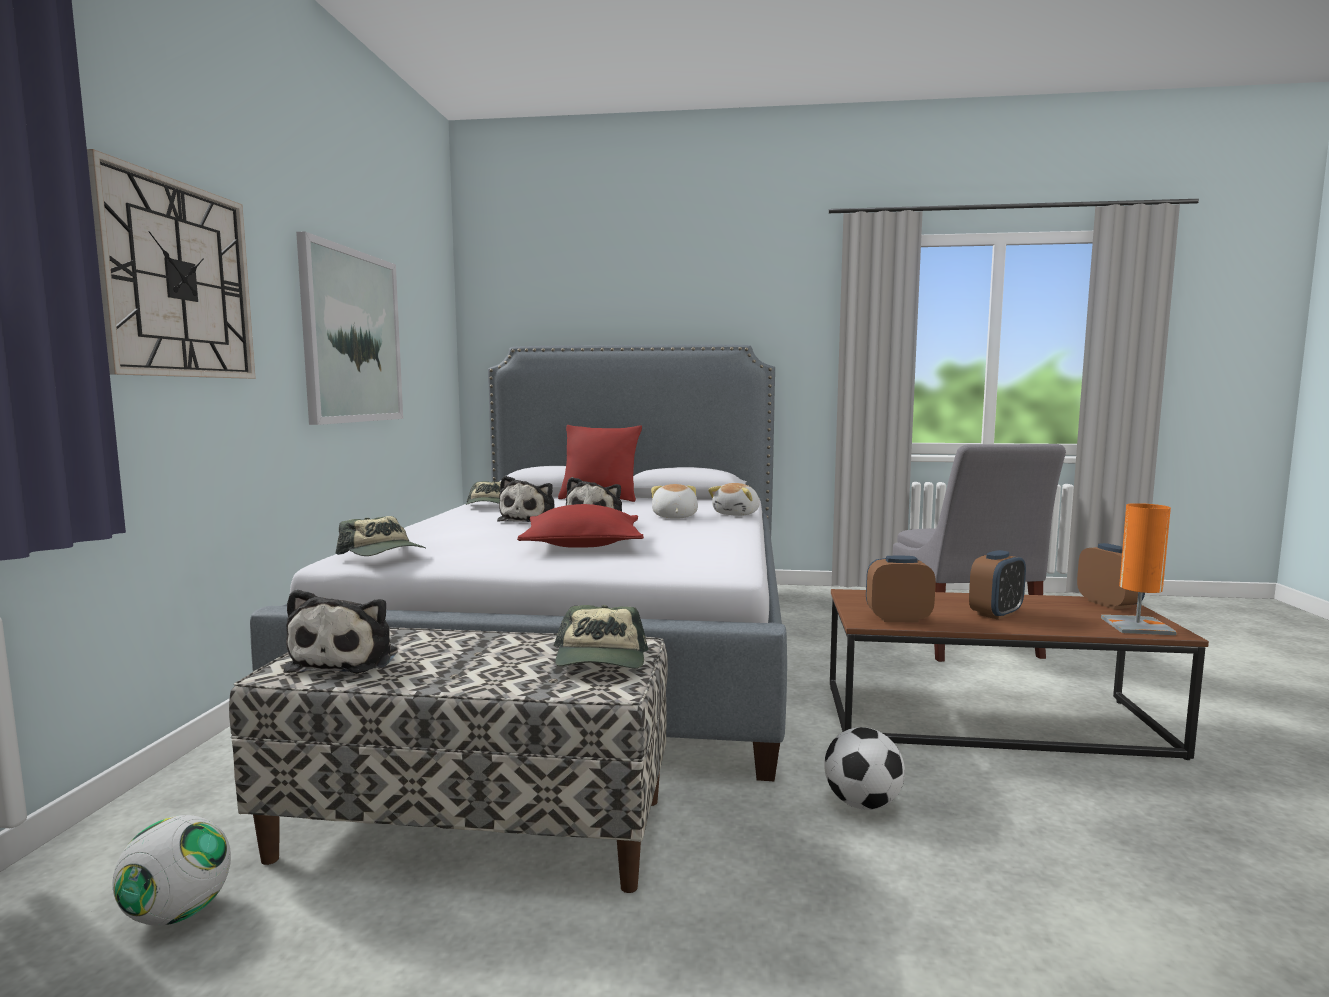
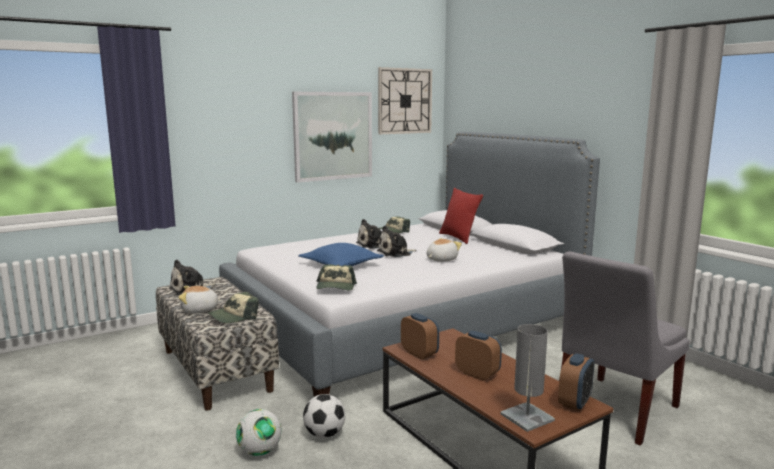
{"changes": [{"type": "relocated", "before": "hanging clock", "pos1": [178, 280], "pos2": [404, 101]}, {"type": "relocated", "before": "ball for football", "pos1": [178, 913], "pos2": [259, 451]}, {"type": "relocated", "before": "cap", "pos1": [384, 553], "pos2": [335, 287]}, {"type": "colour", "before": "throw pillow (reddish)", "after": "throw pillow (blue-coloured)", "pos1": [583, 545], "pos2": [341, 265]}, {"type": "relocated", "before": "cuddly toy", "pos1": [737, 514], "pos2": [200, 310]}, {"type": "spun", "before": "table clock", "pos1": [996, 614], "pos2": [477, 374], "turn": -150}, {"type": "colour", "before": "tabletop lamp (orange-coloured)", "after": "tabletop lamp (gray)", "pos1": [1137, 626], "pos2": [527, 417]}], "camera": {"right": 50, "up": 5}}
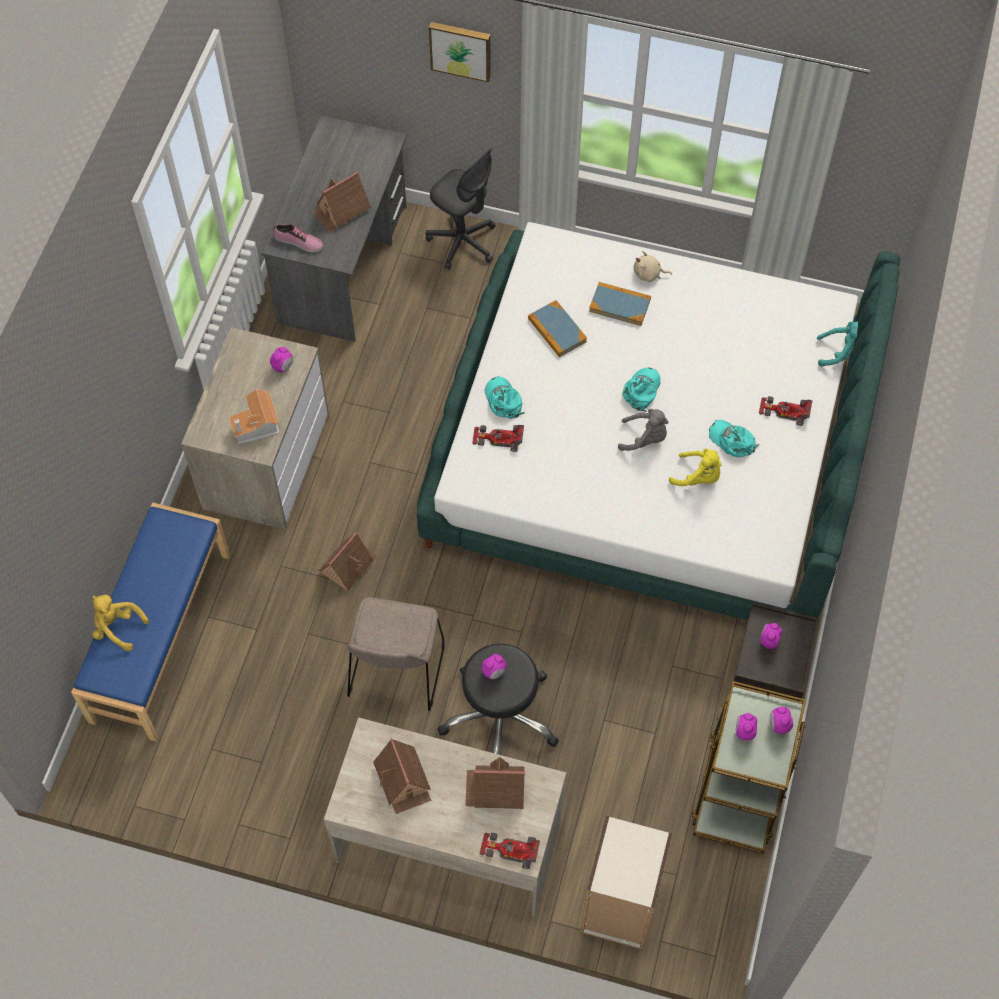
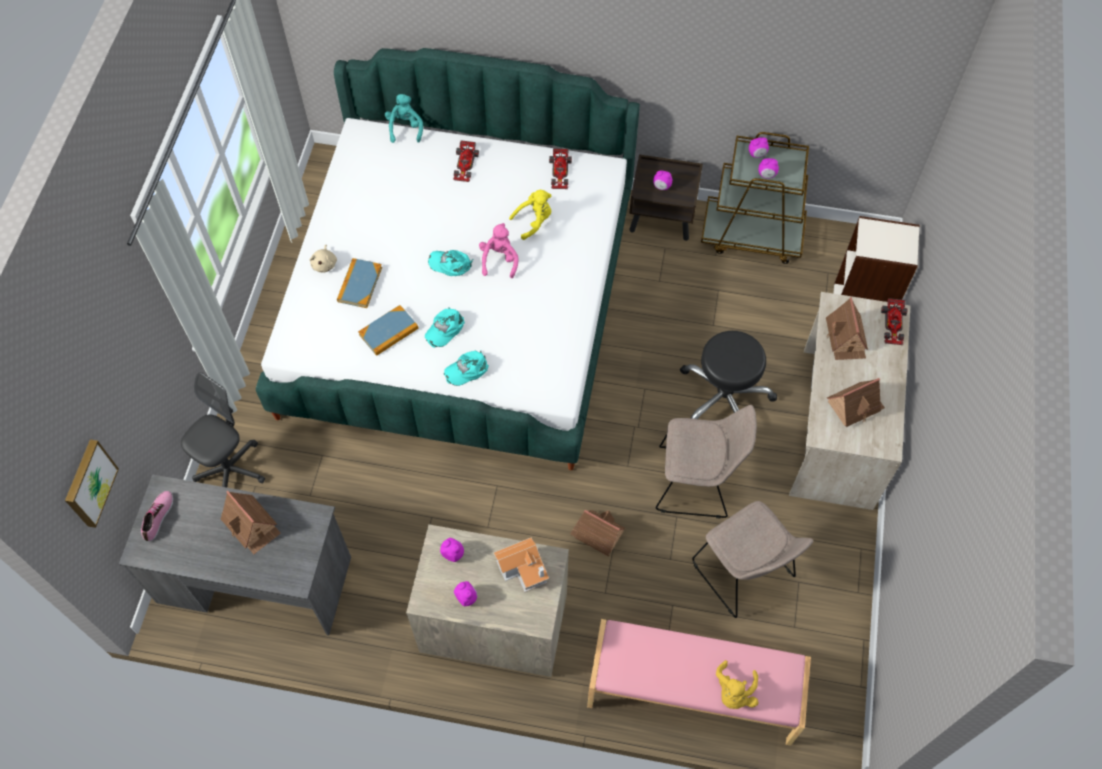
{"changes": [{"type": "colour", "before": "indoor bench (blue-coloured)", "after": "indoor bench (pink)", "pos1": [159, 636], "pos2": [692, 693]}, {"type": "relocated", "before": "item of footwear", "pos1": [298, 242], "pos2": [159, 517]}, {"type": "relocated", "before": "picture", "pos1": [461, 49], "pos2": [88, 483]}, {"type": "relocated", "before": "model car", "pos1": [498, 438], "pos2": [560, 172]}, {"type": "relocated", "before": "table clock", "pos1": [494, 672], "pos2": [466, 597]}, {"type": "colour", "before": "cuddly toy (gray)", "after": "cuddly toy (pink)", "pos1": [644, 438], "pos2": [499, 260]}, {"type": "spun", "before": "cuddly toy (yellow-coloured)", "pos1": [698, 477], "pos2": [534, 221], "turn": 45}, {"type": "relocated", "before": "cap (turquoise-coloured)", "pos1": [732, 440], "pos2": [445, 328]}, {"type": "appeared", "after": "chair (beige-coloured)", "pos2": [745, 573]}], "camera": {"right": -95, "up": 0}}
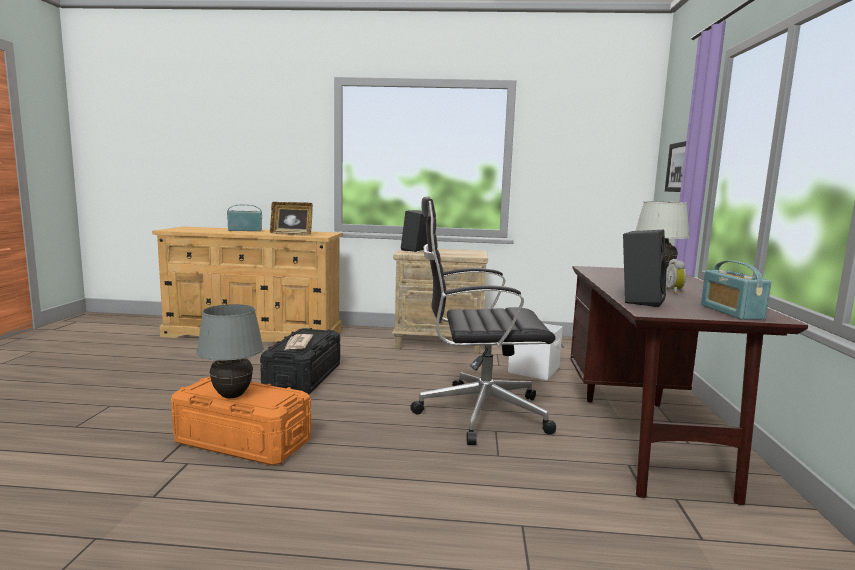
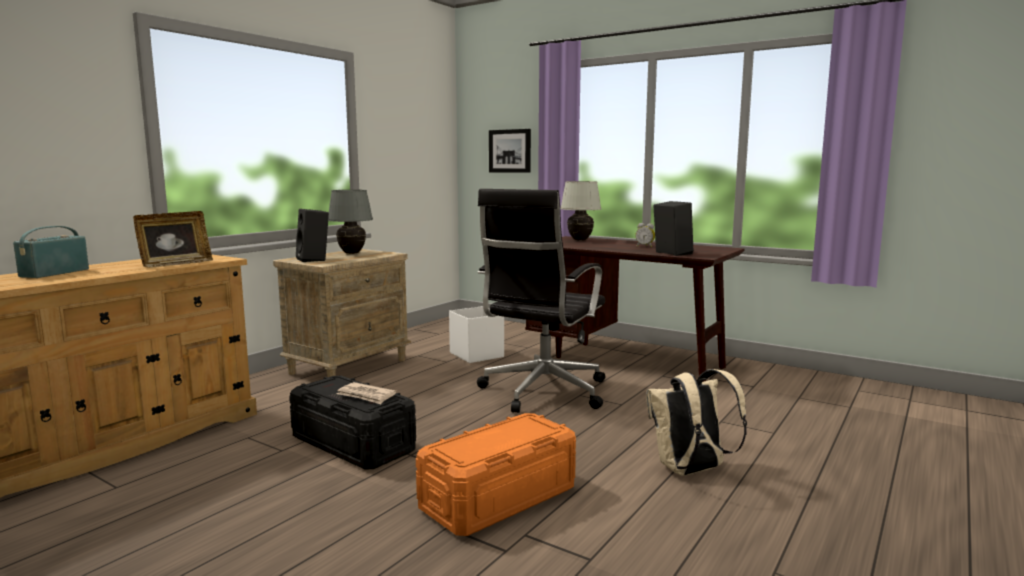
{"changes": [{"type": "relocated", "before": "tabletop lamp (gray)", "pos1": [232, 396], "pos2": [352, 253]}, {"type": "missing", "before": "radio receiver", "pos1": [731, 312]}, {"type": "appeared", "after": "rucksack (beige-coloured)", "pos2": [690, 471]}], "camera": {"right": -60, "up": 0}}
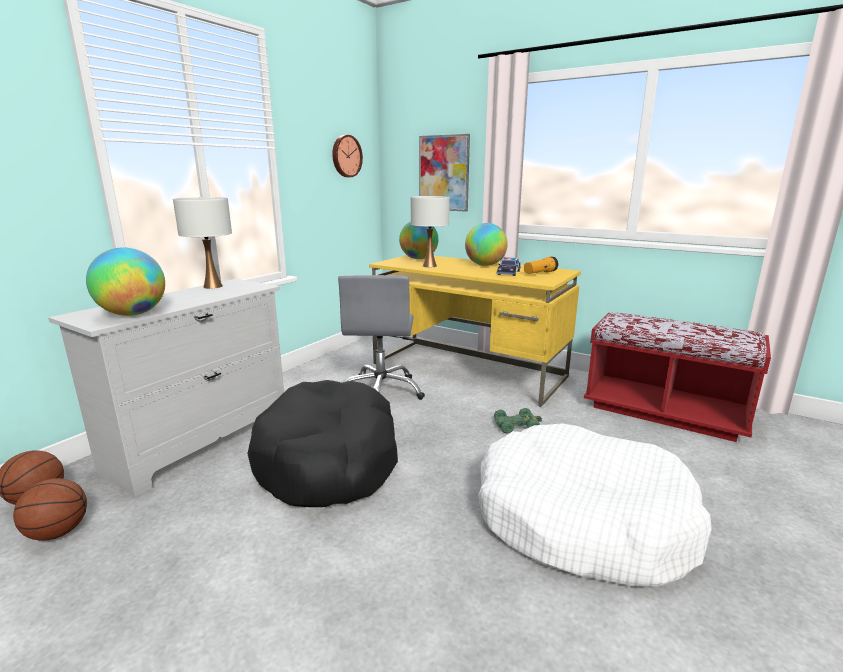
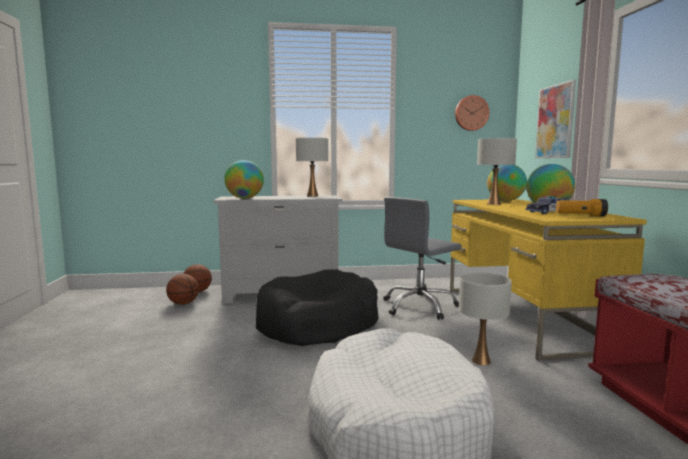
{"changes": [{"type": "exchanged", "before": "model car (green-coloured)", "after": "tabletop lamp (whitish)", "pos1": [516, 425], "pos2": [481, 361]}], "camera": {"right": 50, "up": -10}}
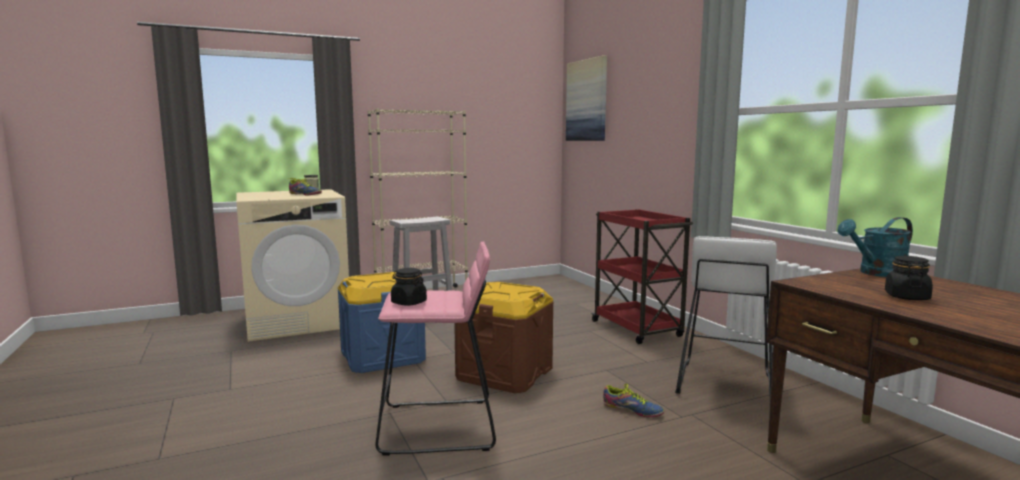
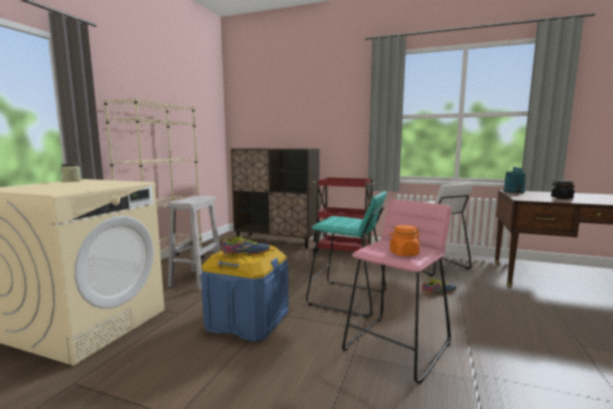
{"changes": [{"type": "relocated", "before": "item of footwear", "pos1": [305, 194], "pos2": [246, 252]}, {"type": "colour", "before": "jar (blackish)", "after": "jar (orange-coloured)", "pos1": [408, 302], "pos2": [403, 253]}, {"type": "exchanged", "before": "storage box (brown-coloured)", "after": "stool (turquoise-coloured)", "pos1": [504, 374], "pos2": [347, 298]}, {"type": "missing", "before": "picture", "pos1": [587, 100]}, {"type": "appeared", "after": "cabinet (brown-coloured)", "pos2": [277, 241]}], "camera": {"right": -45, "up": 0}}
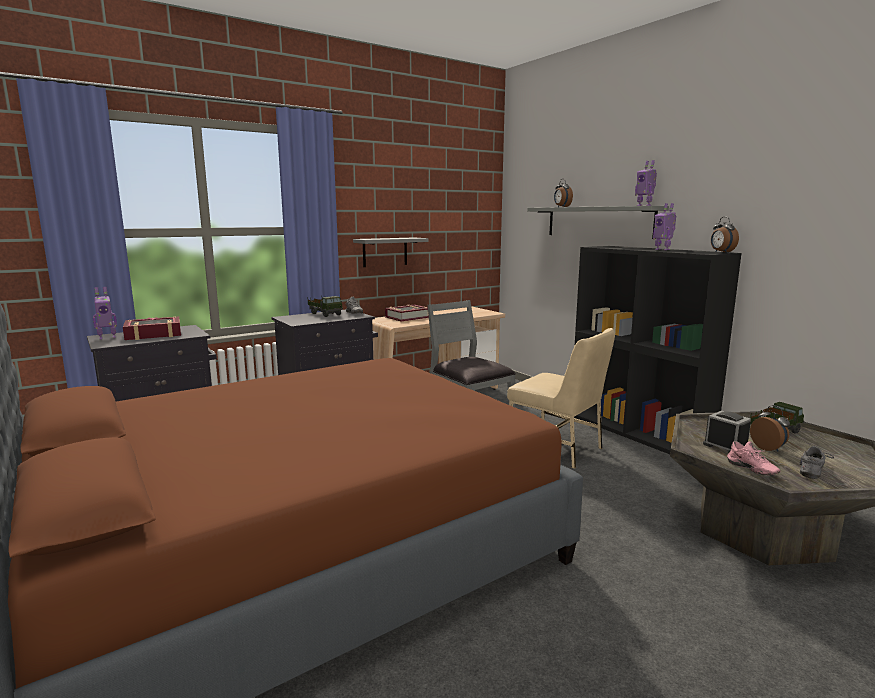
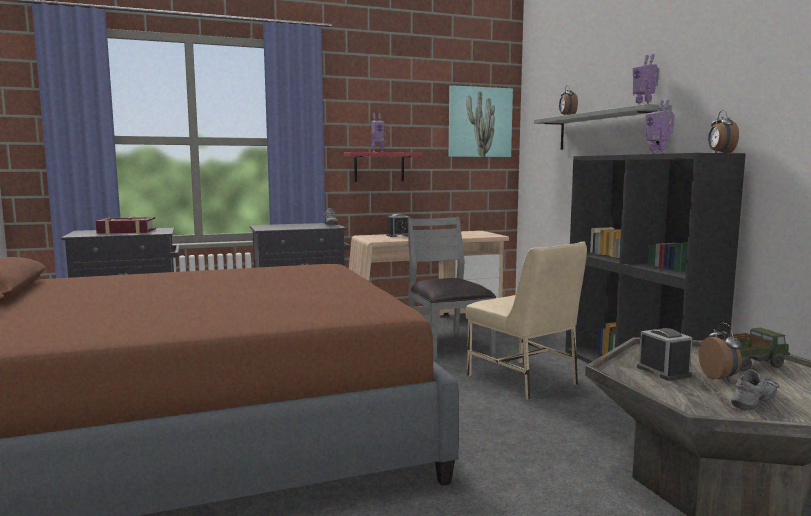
{"changes": [{"type": "relocated", "before": "robot figure", "pos1": [107, 337], "pos2": [377, 152]}, {"type": "missing", "before": "model truck", "pos1": [325, 314]}, {"type": "colour", "before": "wall shelf (gray)", "after": "wall shelf (reddish)", "pos1": [385, 252], "pos2": [379, 167]}, {"type": "exchanged", "before": "volume", "after": "table clock", "pos1": [407, 317], "pos2": [398, 235]}, {"type": "missing", "before": "item of footwear (pink)", "pos1": [750, 470]}, {"type": "appeared", "after": "picture", "pos2": [480, 122]}], "camera": {"right": 15, "up": -5}}
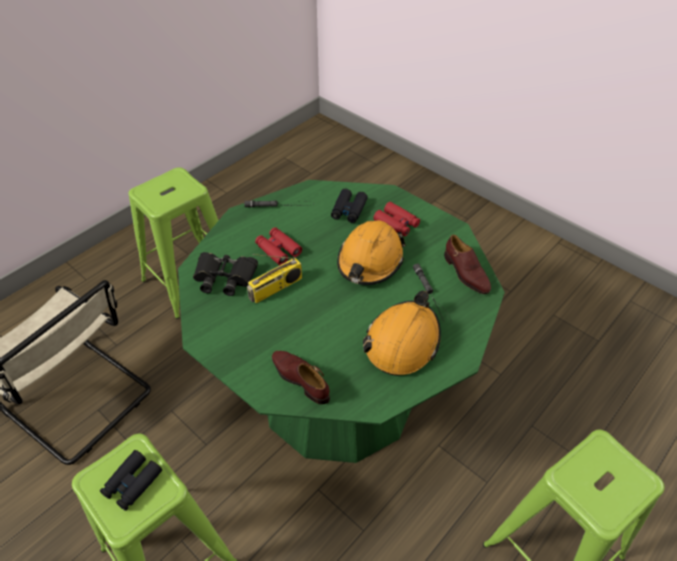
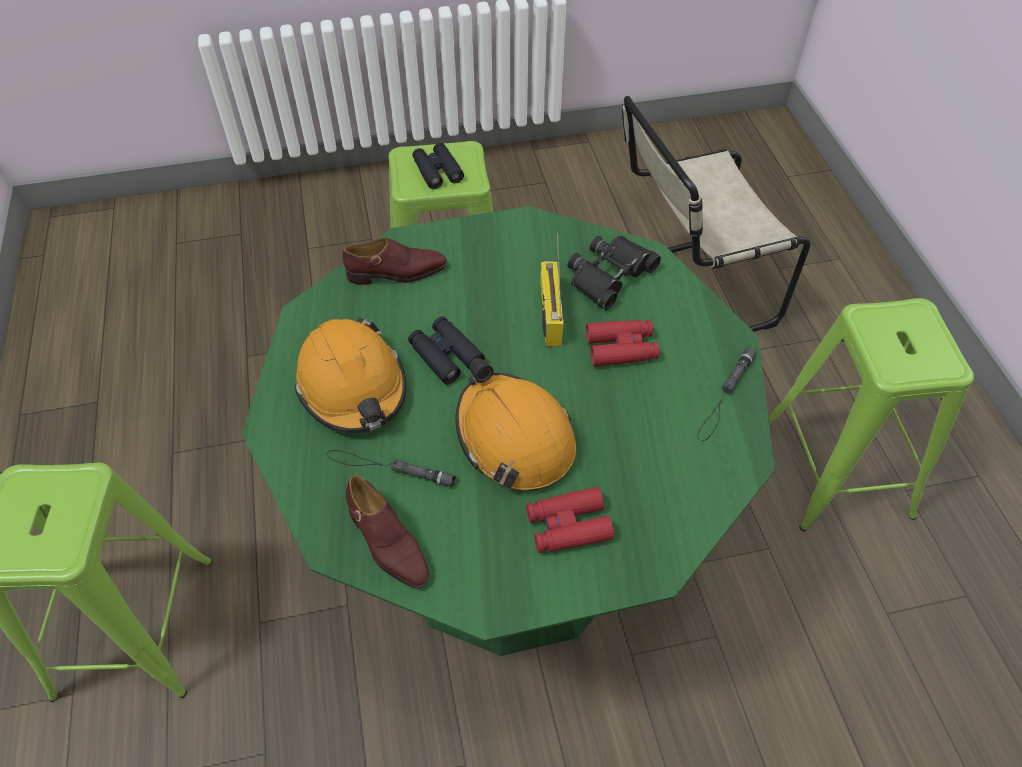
{"changes": [{"type": "relocated", "before": "binoculars (blackish)", "pos1": [348, 210], "pos2": [445, 355]}, {"type": "spun", "before": "item of footwear (brown-coloured)", "pos1": [465, 273], "pos2": [387, 543], "turn": -135}], "camera": {"right": 125, "up": 5}}
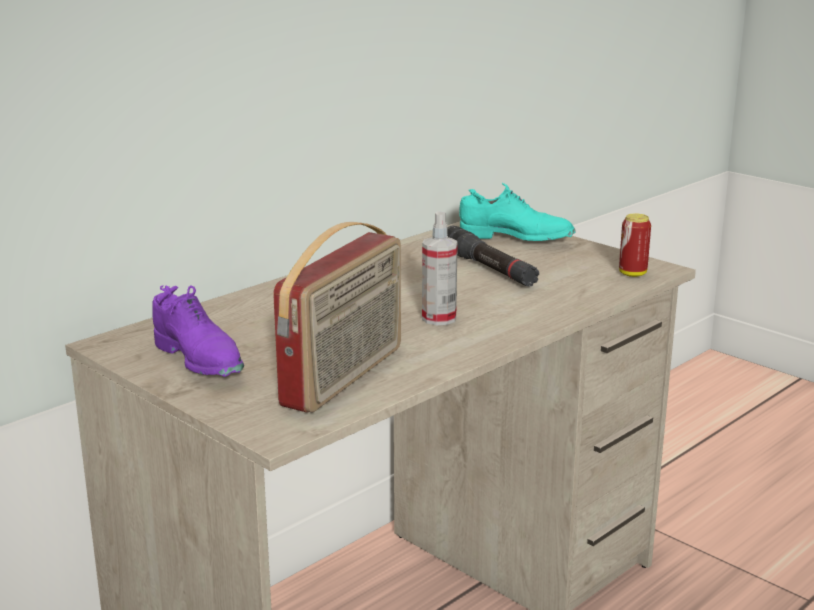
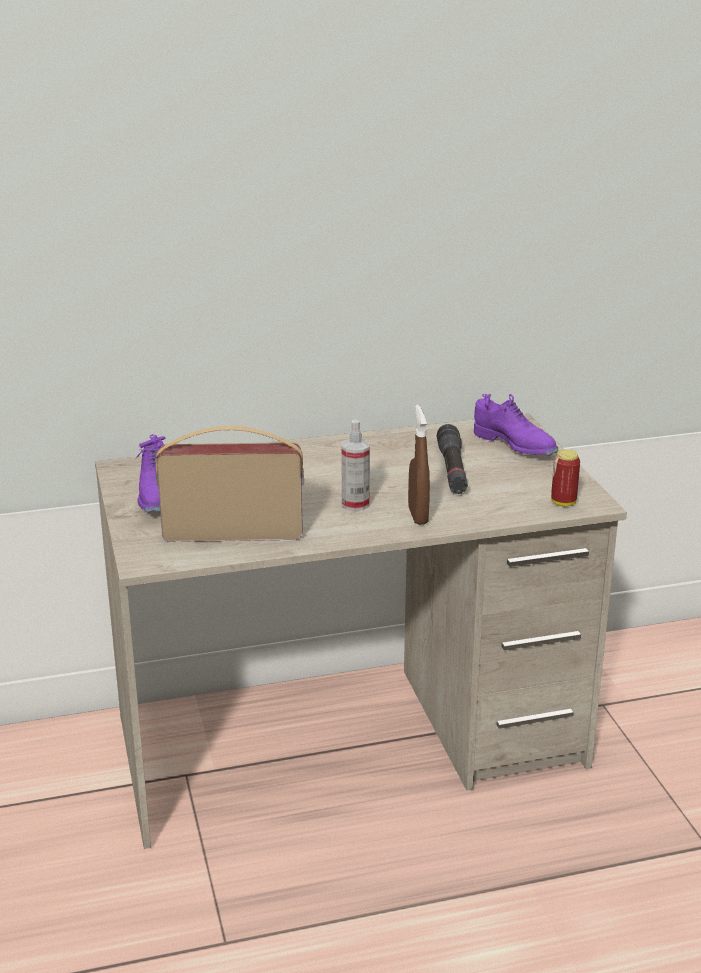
{"changes": [{"type": "spun", "before": "radio receiver", "pos1": [345, 377], "pos2": [233, 533], "turn": -150}, {"type": "colour", "before": "item of footwear (turquoise-coloured)", "after": "item of footwear (purple)", "pos1": [516, 238], "pos2": [515, 445]}, {"type": "appeared", "after": "spray bottle (brown-coloured)", "pos2": [418, 516]}], "camera": {"right": 30, "up": 5}}
